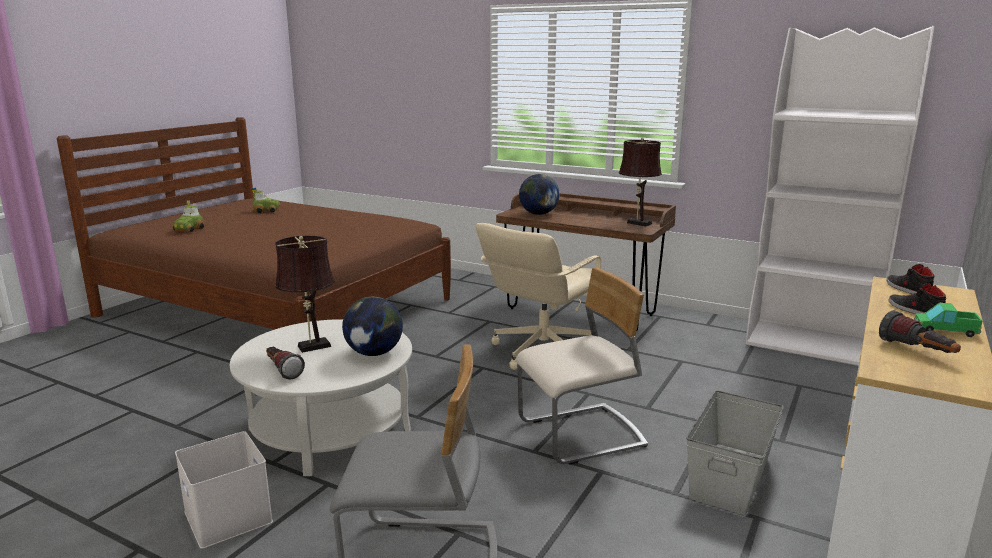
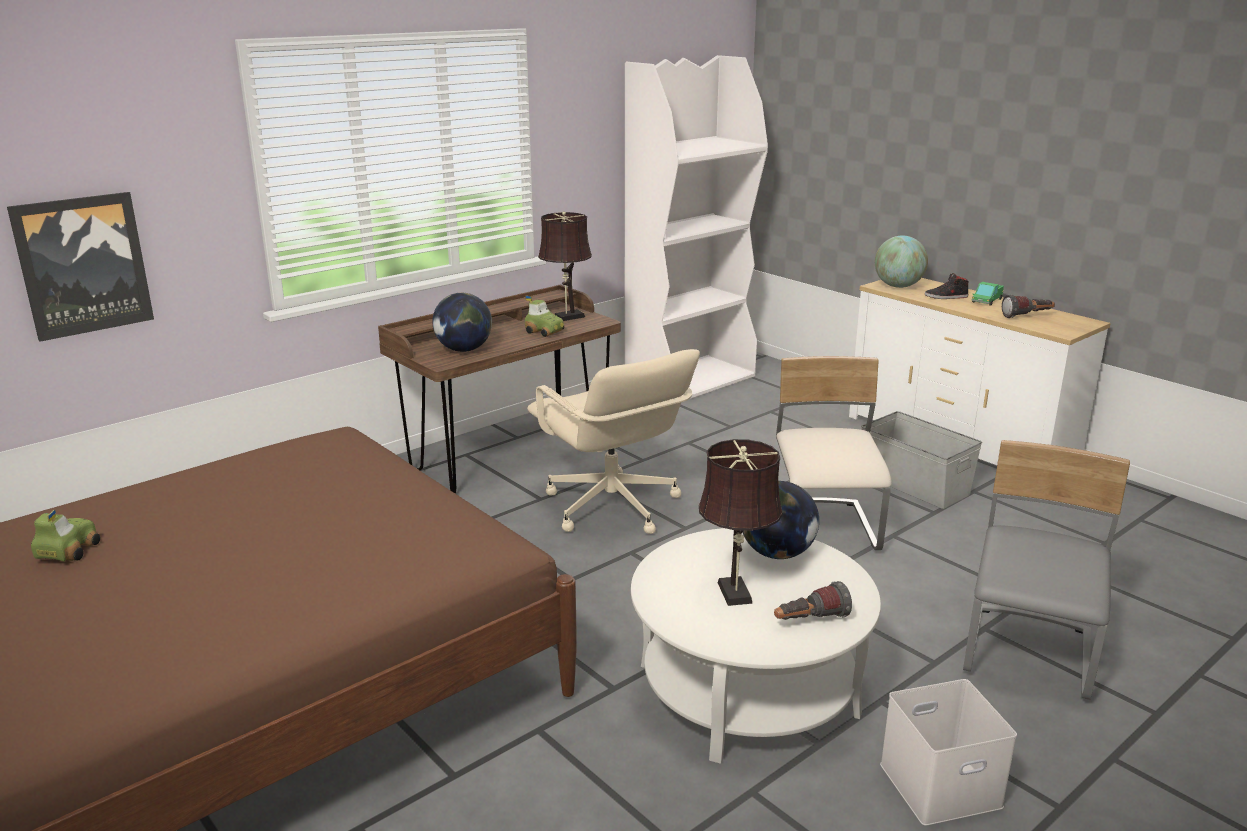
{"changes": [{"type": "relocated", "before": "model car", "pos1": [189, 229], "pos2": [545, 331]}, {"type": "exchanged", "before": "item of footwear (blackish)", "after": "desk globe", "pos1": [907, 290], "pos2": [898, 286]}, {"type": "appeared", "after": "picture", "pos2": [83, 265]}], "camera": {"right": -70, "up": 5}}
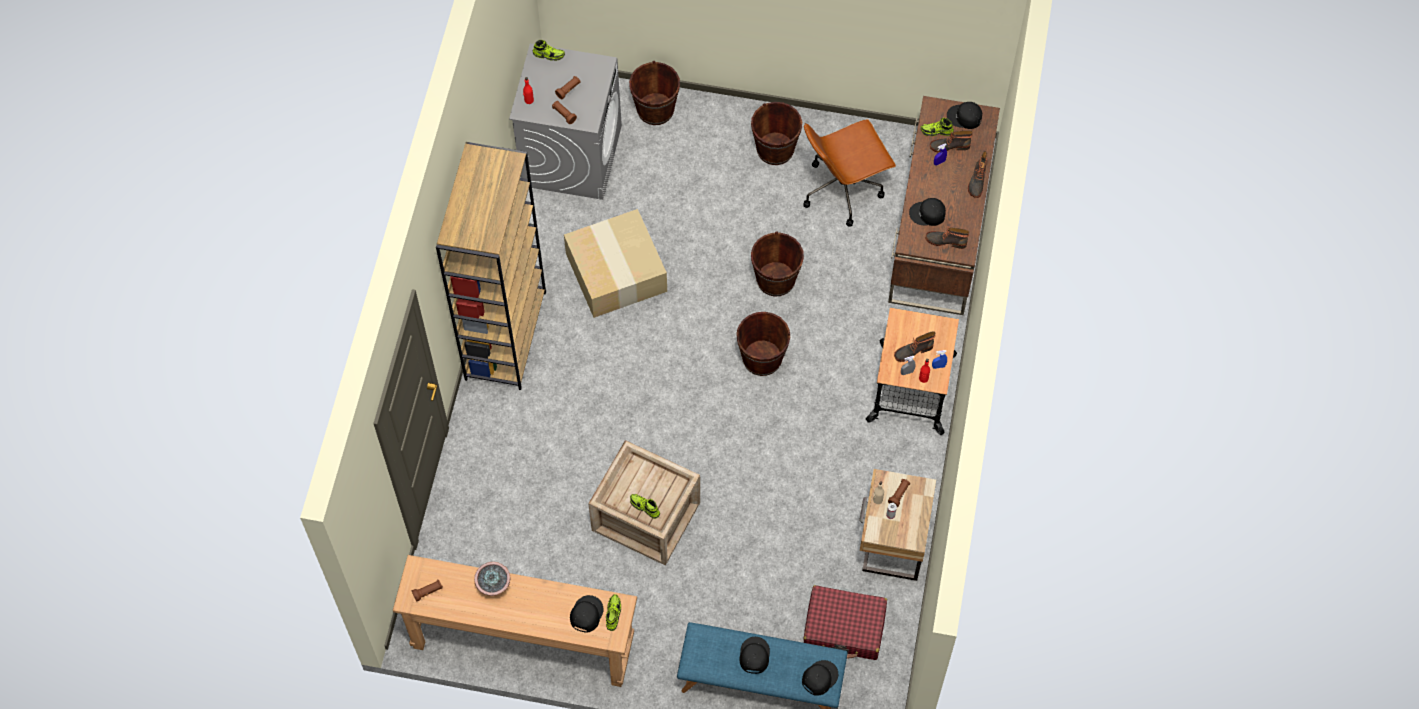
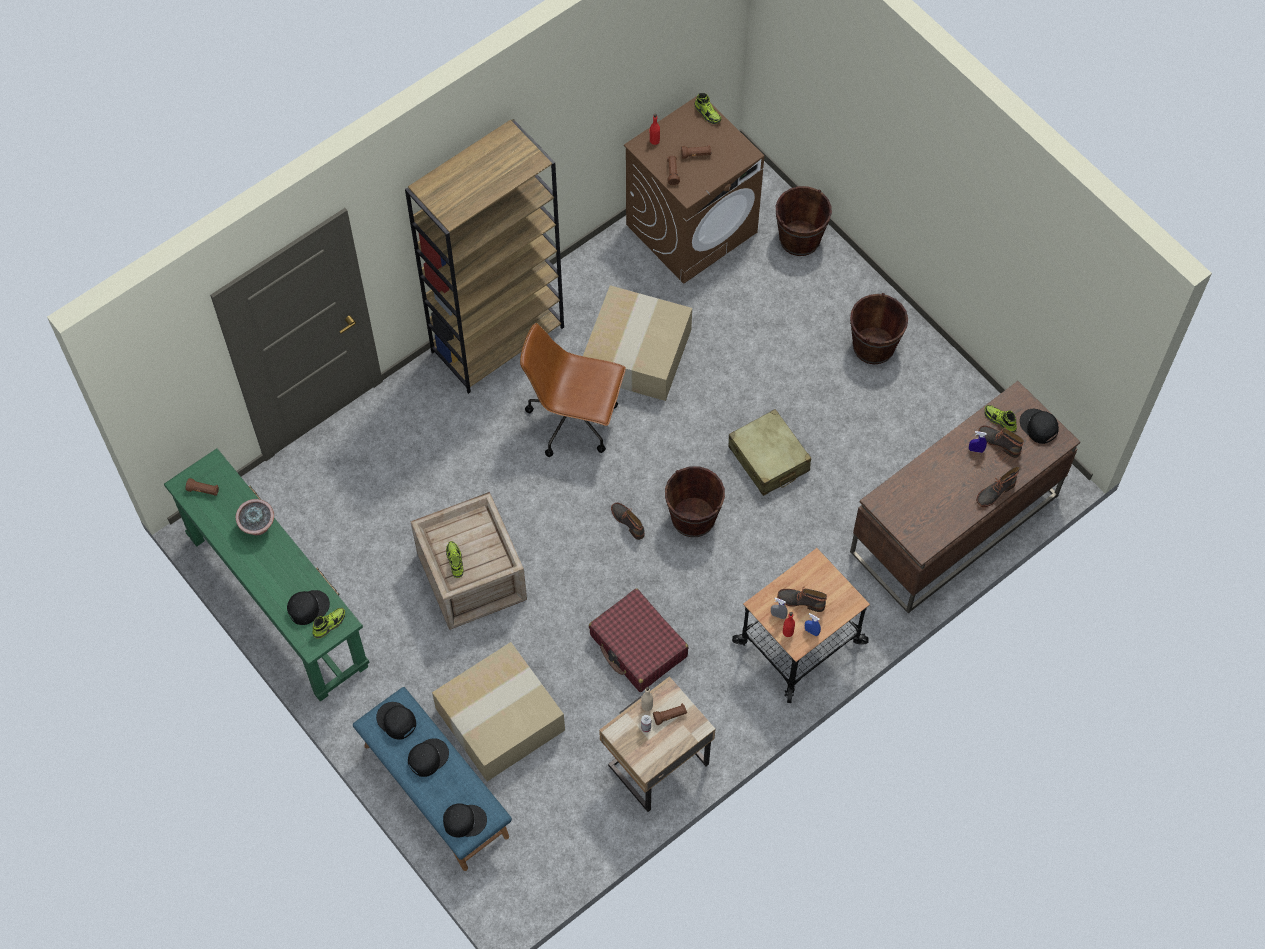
{"changes": [{"type": "colour", "before": "narrow table (brown-coloured)", "after": "narrow table (green-coloured)", "pos1": [523, 641], "pos2": [278, 601]}, {"type": "colour", "before": "laundry appliance (gray)", "after": "laundry appliance (brown-coloured)", "pos1": [571, 155], "pos2": [692, 228]}, {"type": "exchanged", "before": "water bucket (brown-coloured)", "after": "travel case (beige-coloured)", "pos1": [776, 279], "pos2": [768, 459]}, {"type": "relocated", "before": "computer chair (brown-coloured)", "pos1": [843, 189], "pos2": [574, 420]}, {"type": "relocated", "before": "travel case (reddish)", "pos1": [844, 627], "pos2": [638, 646]}, {"type": "relocated", "before": "cap (blackish)", "pos1": [927, 214], "pos2": [396, 721]}, {"type": "relocated", "before": "boot", "pos1": [946, 240], "pos2": [628, 521]}, {"type": "appeared", "after": "packing box", "pos2": [500, 717]}], "camera": {"right": 40, "up": 0}}
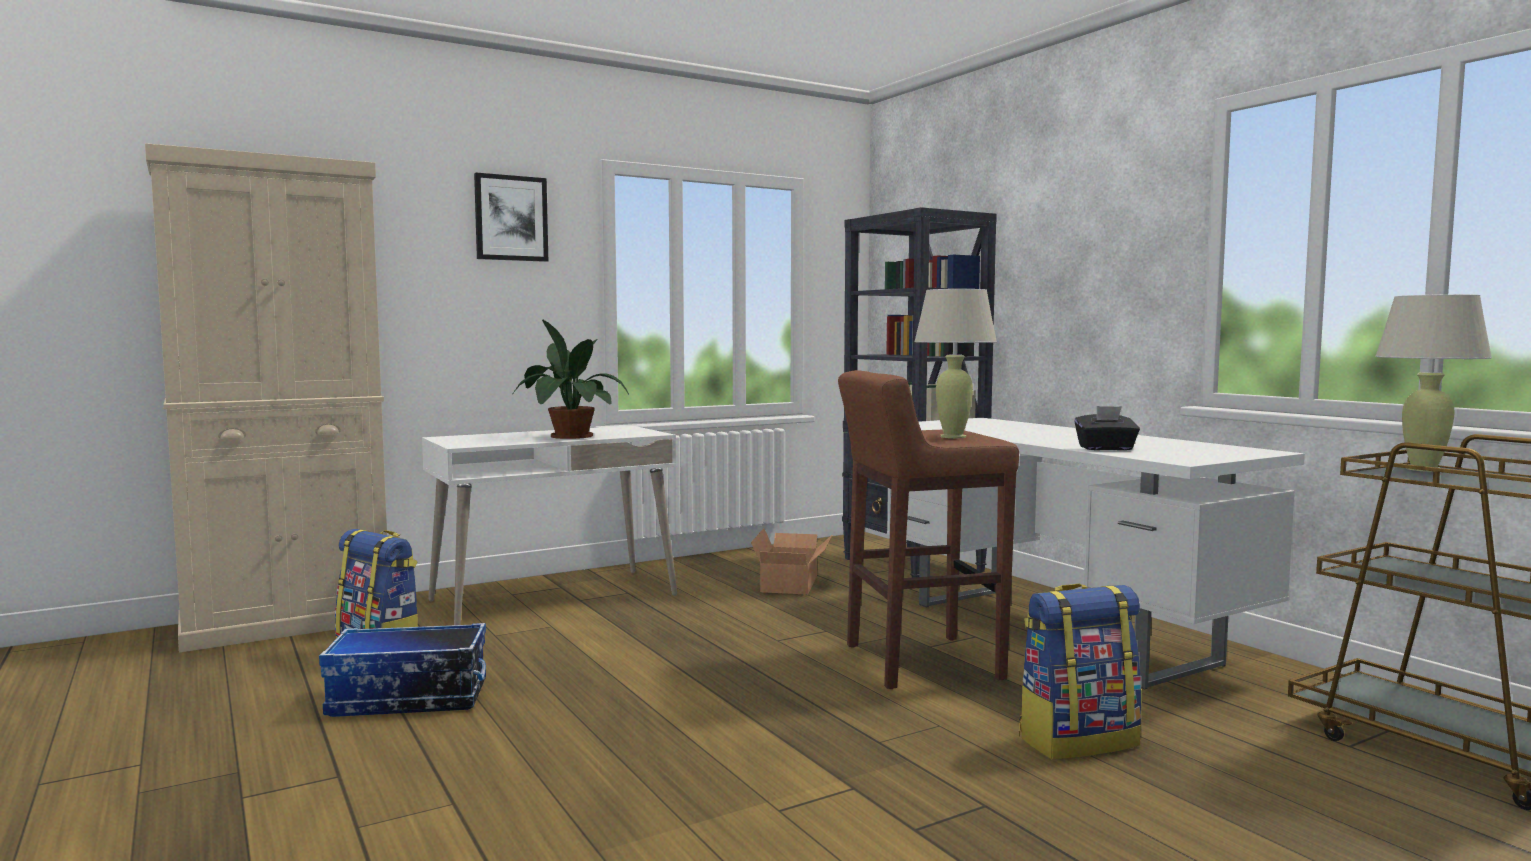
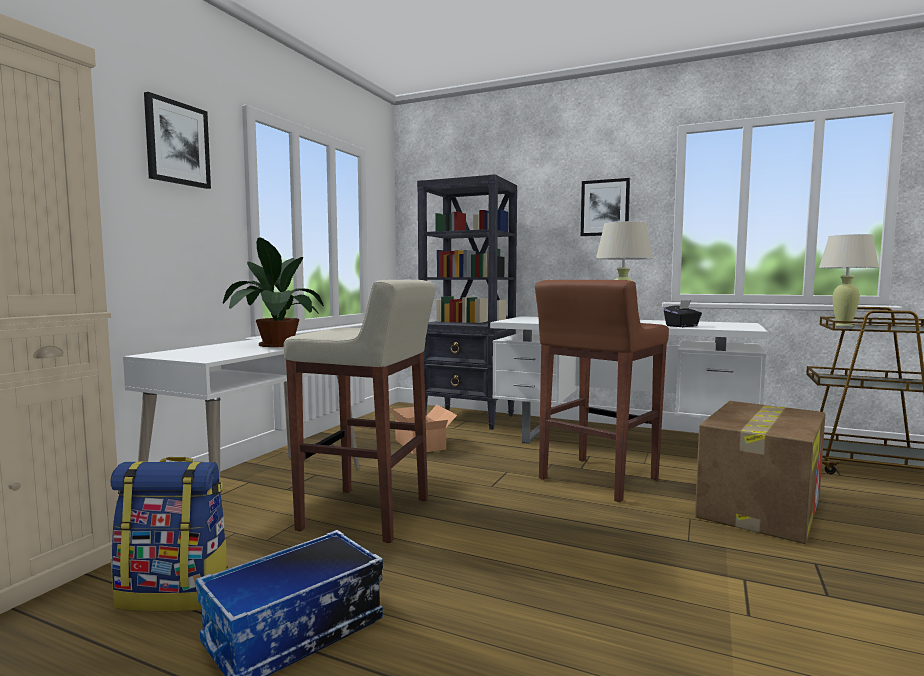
{"changes": [{"type": "exchanged", "before": "rucksack", "after": "packing box", "pos1": [1077, 740], "pos2": [759, 506]}, {"type": "appeared", "after": "stool (beige-coloured)", "pos2": [367, 515]}, {"type": "appeared", "after": "picture", "pos2": [605, 208]}], "camera": {"right": -35, "up": 0}}
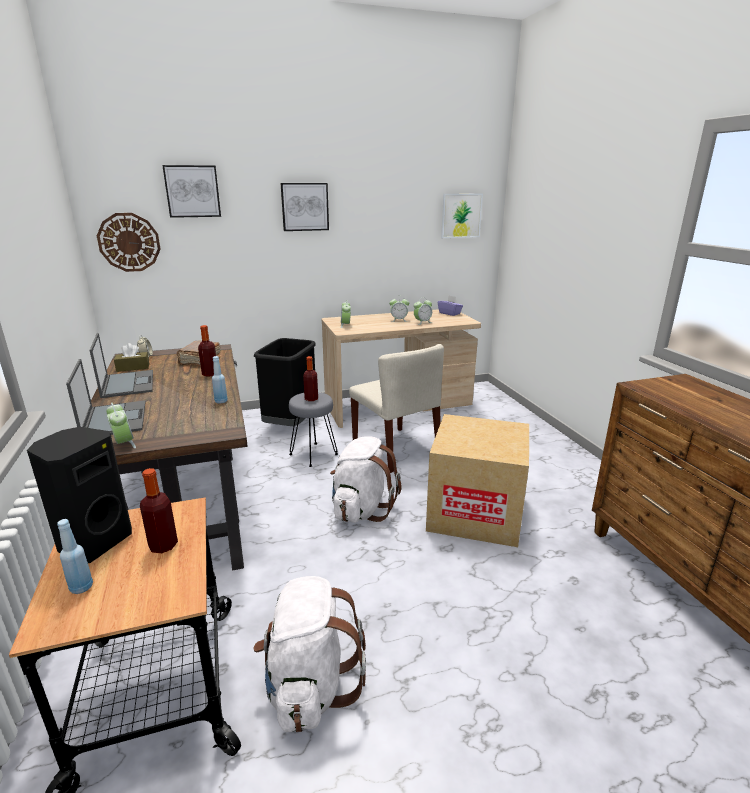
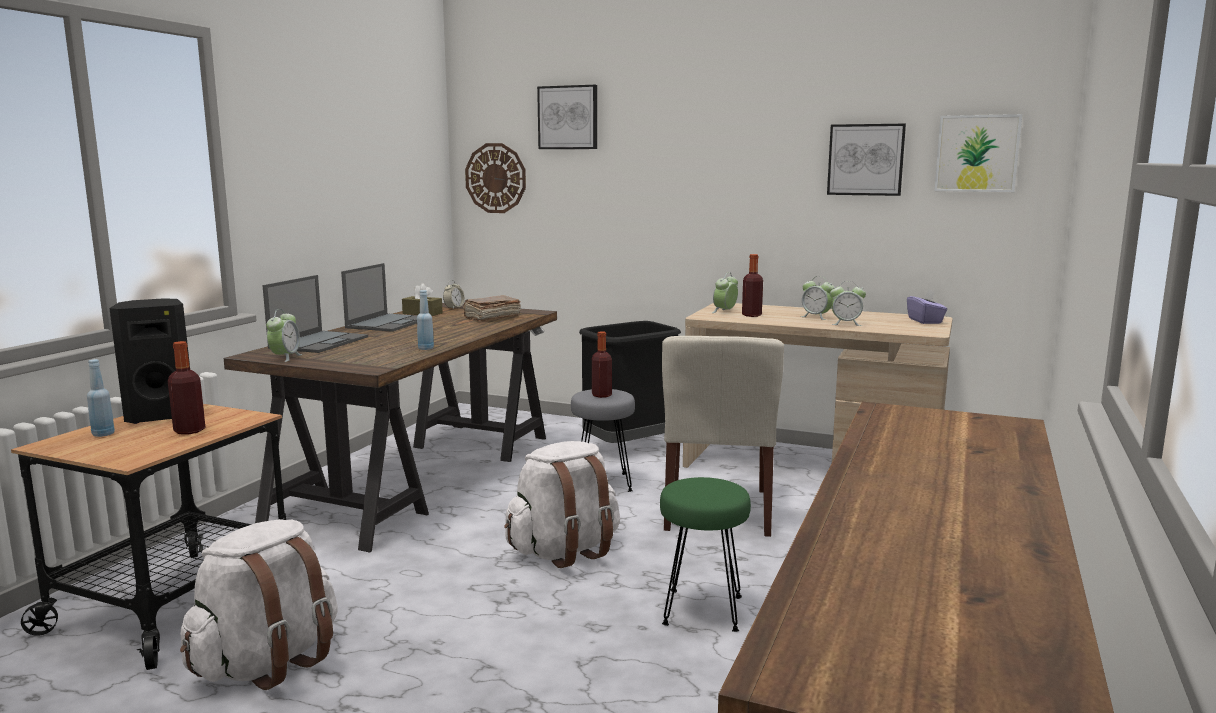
{"changes": [{"type": "relocated", "before": "beverage bottle", "pos1": [210, 374], "pos2": [751, 315]}, {"type": "relocated", "before": "picture", "pos1": [305, 207], "pos2": [865, 159]}, {"type": "exchanged", "before": "packing box", "after": "stool (green-coloured)", "pos1": [475, 512], "pos2": [701, 610]}], "camera": {"right": 40, "up": -10}}
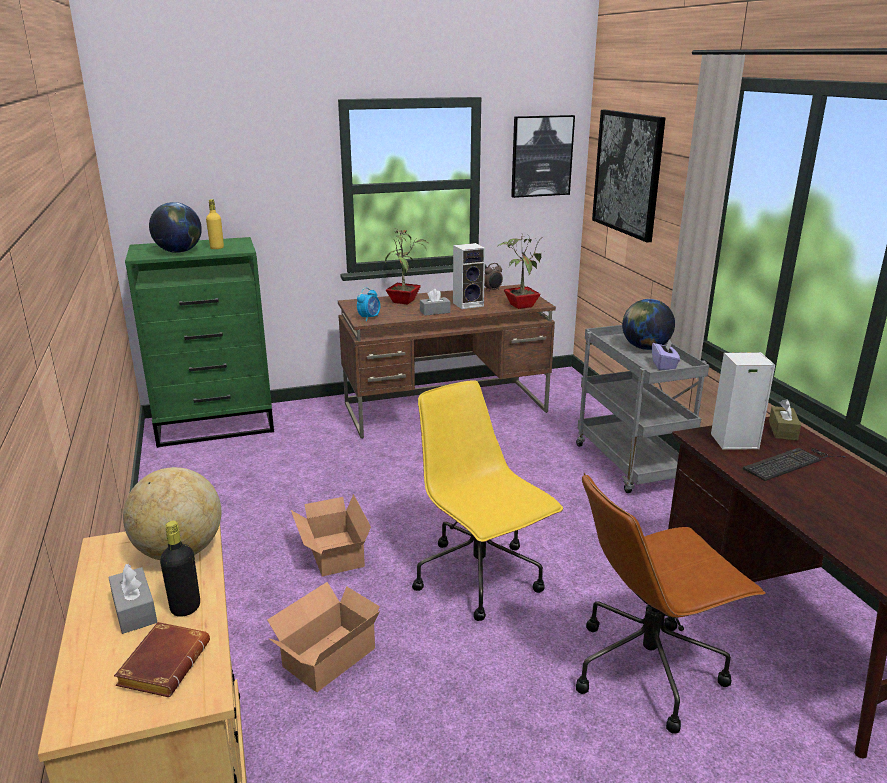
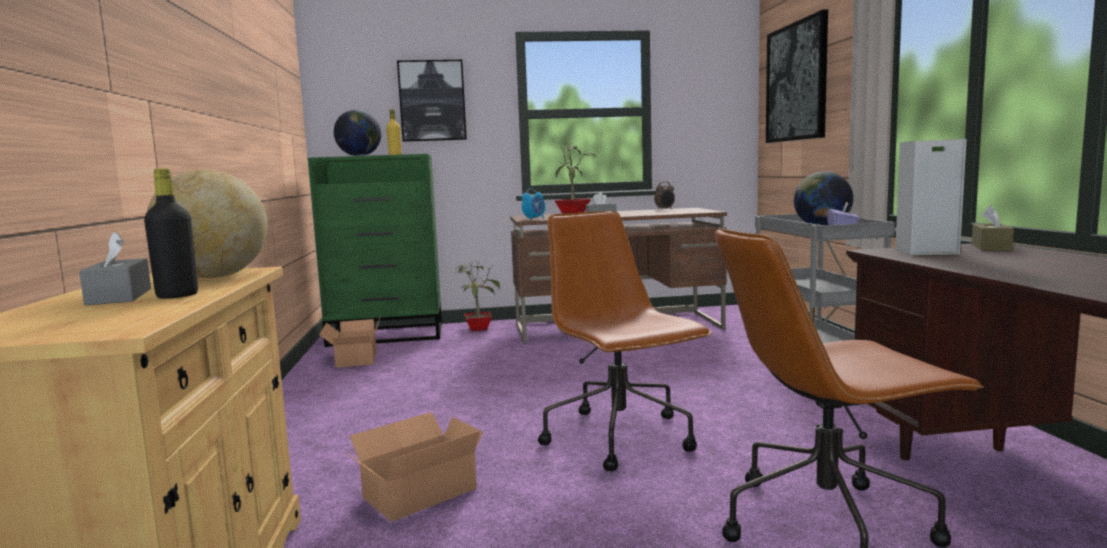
{"changes": [{"type": "missing", "before": "volume (brown-coloured)", "pos1": [164, 663]}, {"type": "relocated", "before": "packing box", "pos1": [333, 555], "pos2": [354, 359]}, {"type": "colour", "before": "computer chair (yellow-coloured)", "after": "computer chair (brown-coloured)", "pos1": [480, 578], "pos2": [621, 439]}, {"type": "missing", "before": "audio speaker", "pos1": [469, 304]}, {"type": "relocated", "before": "plant in a pot", "pos1": [520, 305], "pos2": [478, 328]}, {"type": "relocated", "before": "picture", "pos1": [541, 156], "pos2": [432, 101]}, {"type": "missing", "before": "PC keyboard", "pos1": [791, 463]}], "camera": {"right": 10, "up": -15}}
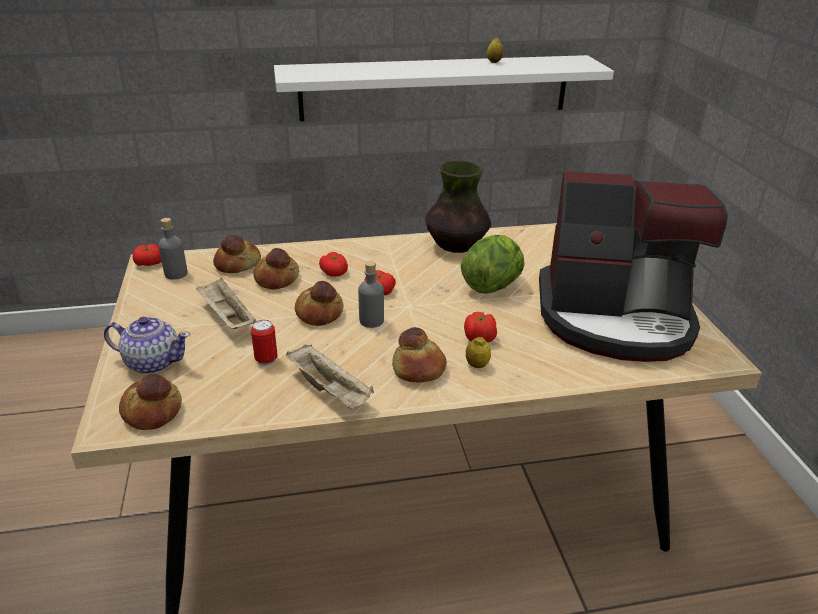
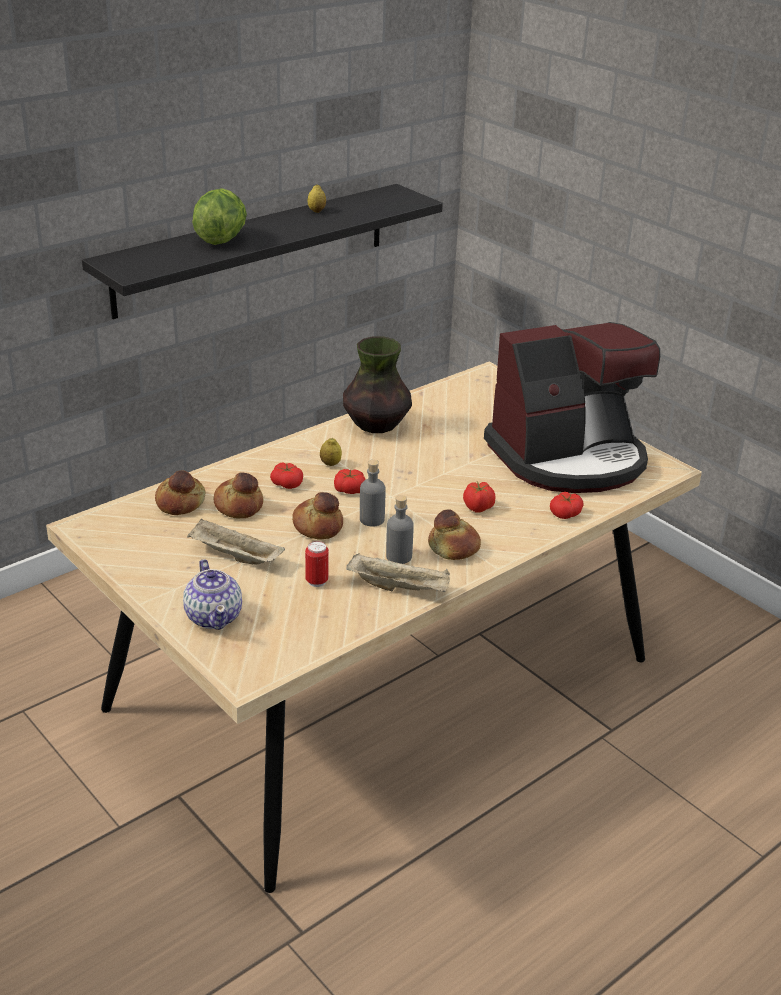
{"changes": [{"type": "spun", "before": "pot for tea", "pos1": [153, 362], "pos2": [214, 616], "turn": 90}, {"type": "missing", "before": "bakery bread", "pos1": [153, 411]}, {"type": "relocated", "before": "whole tomato", "pos1": [149, 263], "pos2": [565, 513]}, {"type": "relocated", "before": "beverage bottle (gray)", "pos1": [176, 274], "pos2": [398, 556]}, {"type": "colour", "before": "wall shelf (whitish)", "after": "wall shelf (blackish)", "pos1": [435, 87], "pos2": [253, 249]}, {"type": "relocated", "before": "lettuce", "pos1": [492, 286], "pos2": [221, 240]}, {"type": "relocated", "before": "whole lemon", "pos1": [477, 365], "pos2": [330, 464]}], "camera": {"right": -30, "up": 0}}
